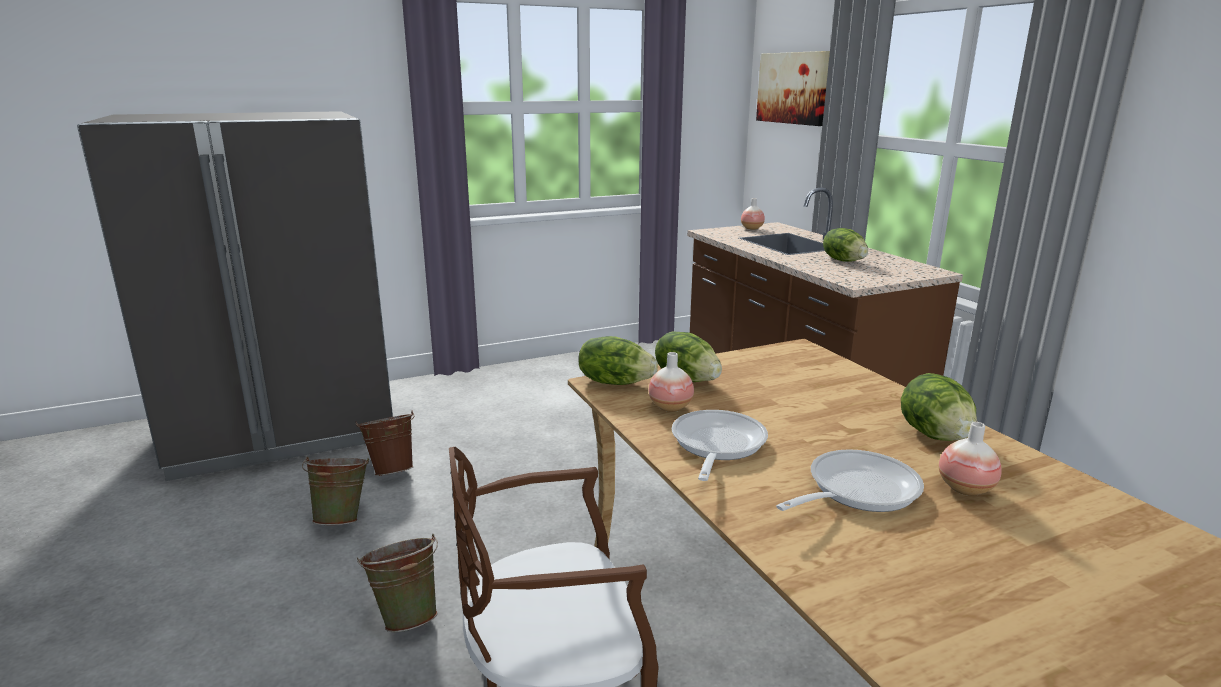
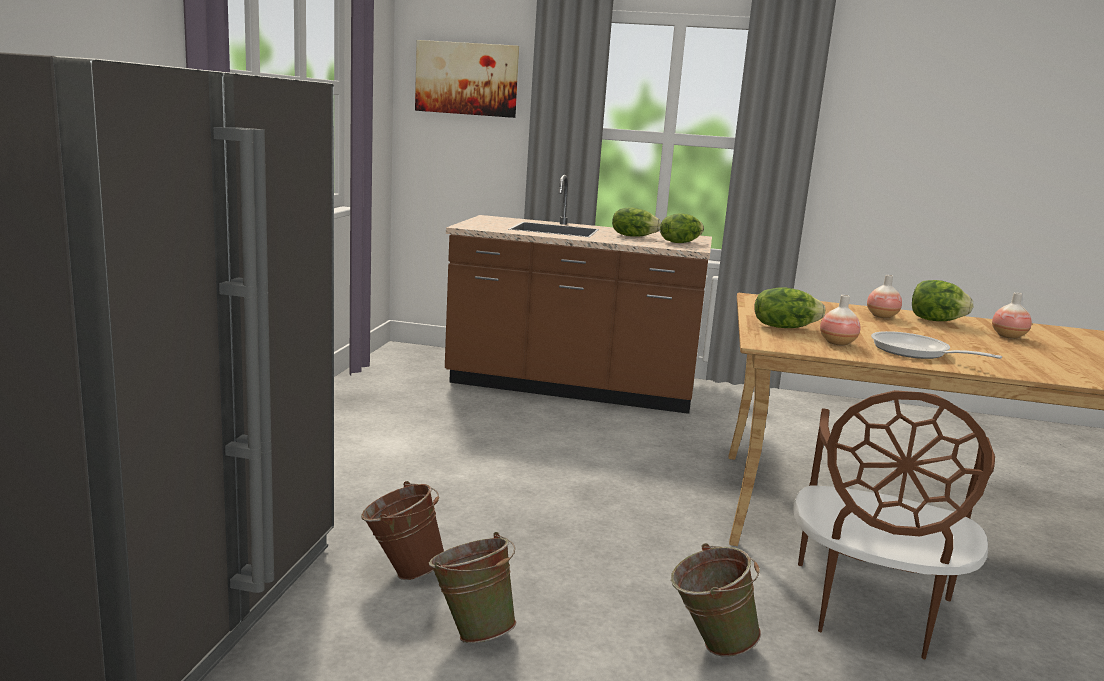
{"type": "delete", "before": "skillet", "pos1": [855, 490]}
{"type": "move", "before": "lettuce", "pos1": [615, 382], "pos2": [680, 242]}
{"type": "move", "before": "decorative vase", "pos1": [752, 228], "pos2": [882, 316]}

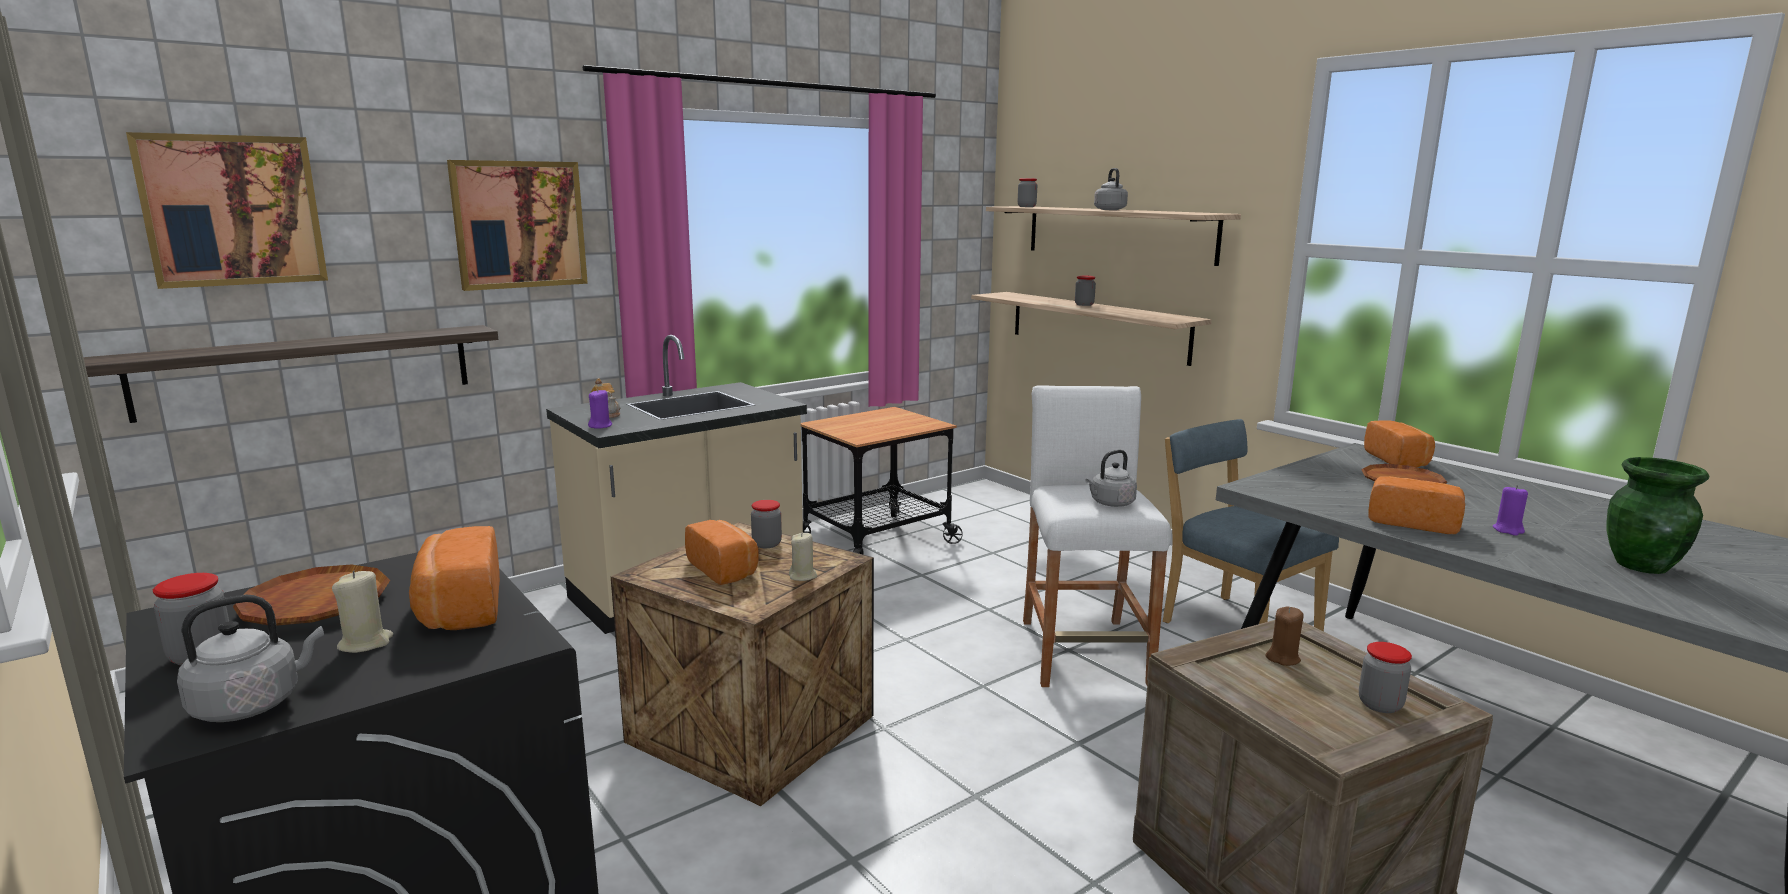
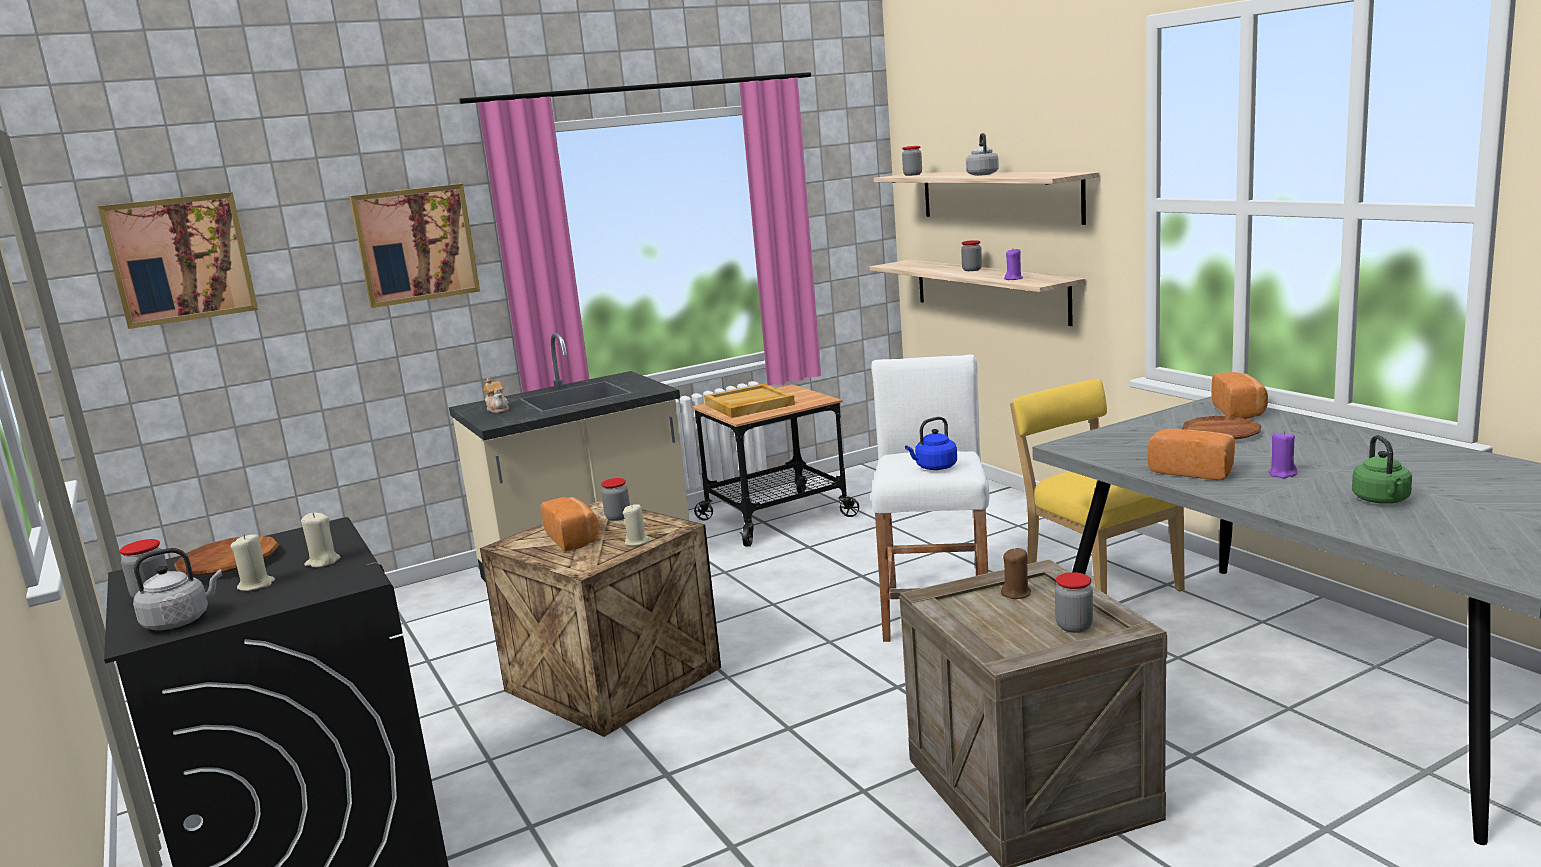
{"type": "delete", "before": "shelf", "pos1": [308, 370]}
{"type": "insert", "after": "beige-coloured carrying tray", "pos2": [748, 405]}
{"type": "move", "before": "purplish wax candle", "pos1": [600, 426], "pos2": [1013, 279]}
{"type": "replace", "before": "baked bread", "after": "beige-coloured wax candle", "pos1": [458, 608], "pos2": [323, 562]}
{"type": "replace", "before": "green-coloured decorative vase", "after": "green-coloured kettle", "pos1": [1642, 565], "pos2": [1382, 500]}
{"type": "recolor", "before": "gray kettle", "after": "blue-coloured kettle", "pos1": [1110, 503], "pos2": [934, 467]}
{"type": "recolor", "before": "blue-coloured chair", "after": "yellow chair", "pos1": [1233, 626], "pos2": [1097, 584]}

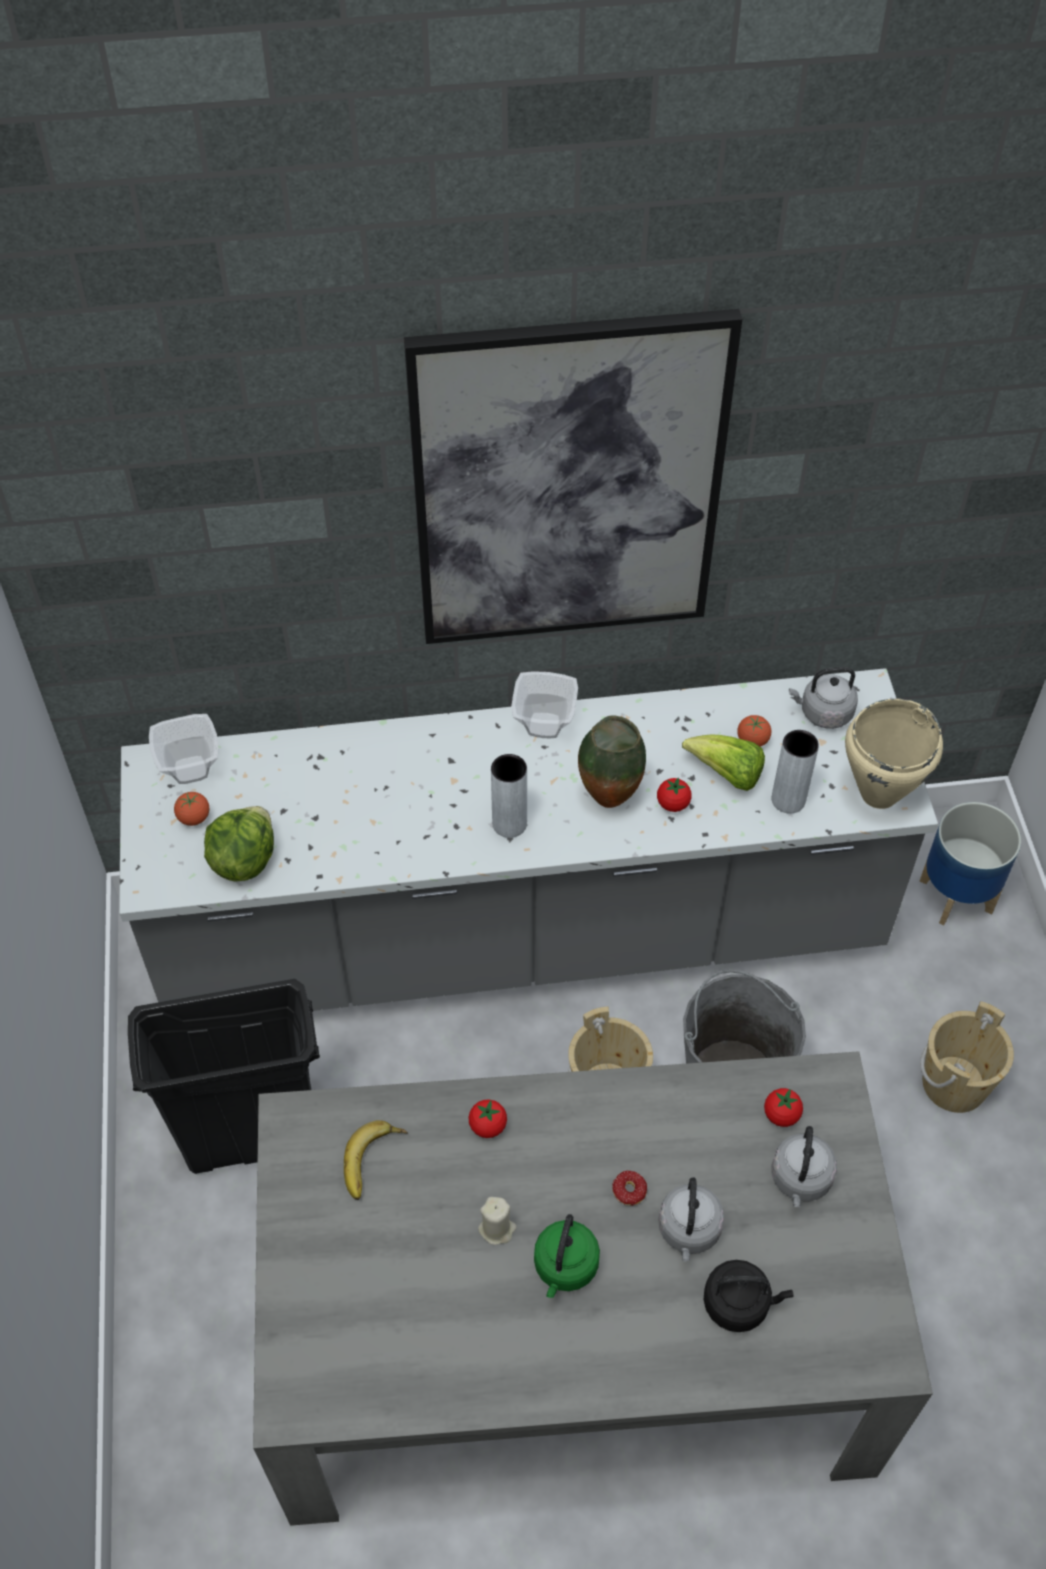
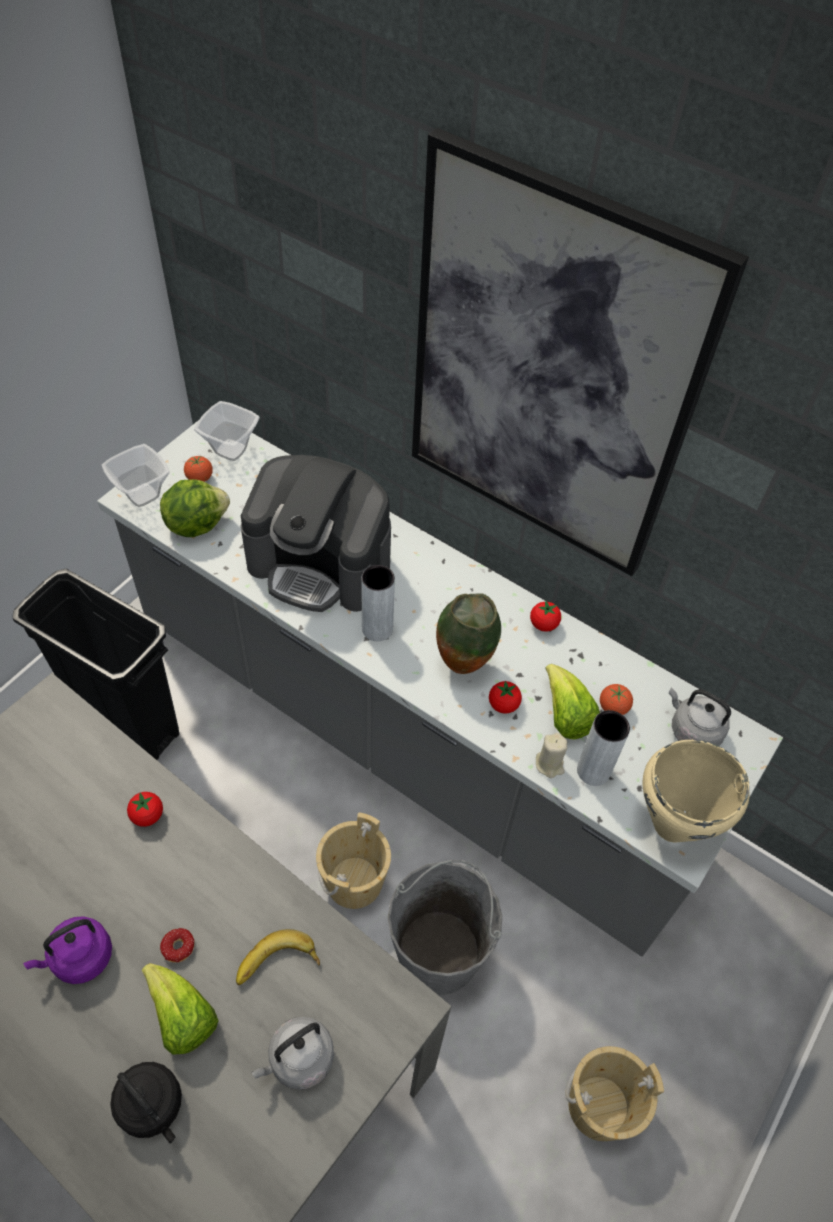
{"type": "delete", "before": "flower pot", "pos1": [957, 895]}
{"type": "insert", "after": "coffee maker", "pos2": [320, 564]}
{"type": "move", "before": "banana", "pos1": [374, 1163], "pos2": [278, 966]}
{"type": "move", "before": "beige-coloured wax candle", "pos1": [497, 1229], "pos2": [549, 764]}
{"type": "move", "before": "deep dish", "pos1": [542, 726], "pos2": [141, 495]}
{"type": "move", "before": "fresh tomato", "pos1": [781, 1115], "pos2": [543, 624]}
{"type": "replace", "before": "gray kettle", "after": "lettuce", "pos1": [689, 1231], "pos2": [182, 1016]}
{"type": "recolor", "before": "green-coloured kettle", "after": "purplish kettle", "pos1": [565, 1267], "pos2": [79, 958]}

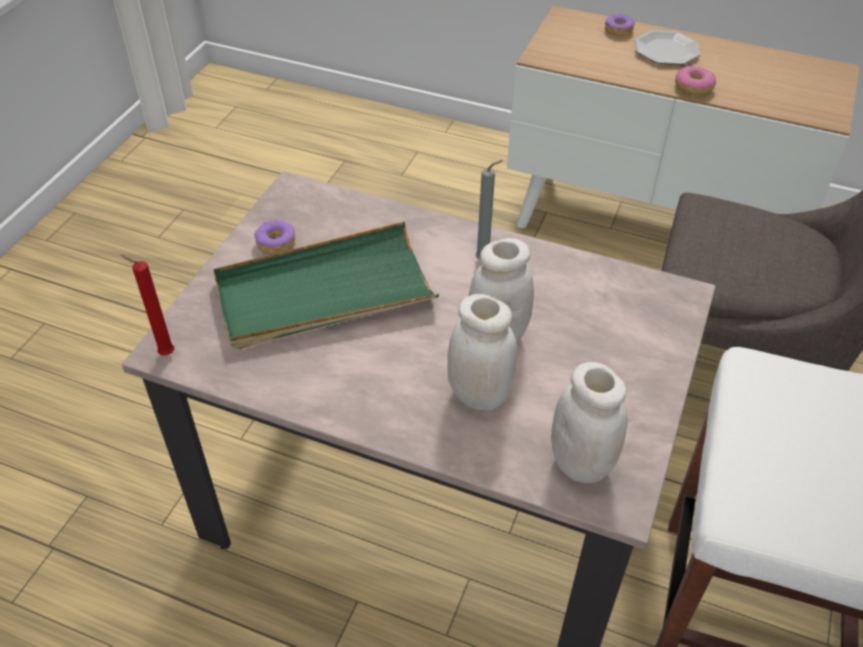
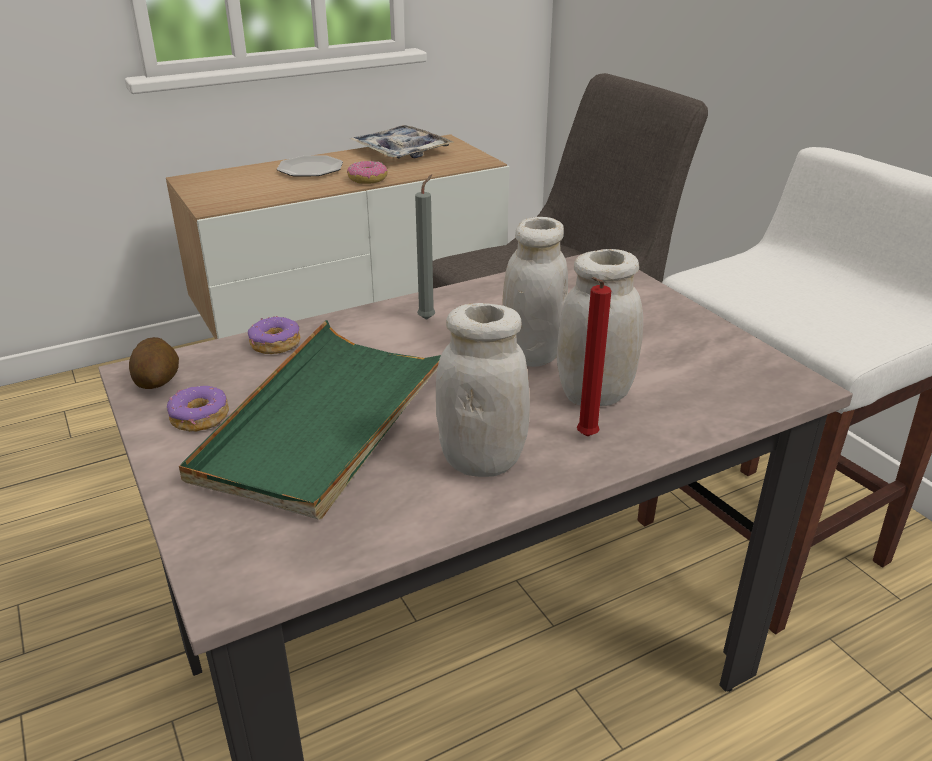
{"type": "insert", "after": "spud", "pos2": [158, 381]}
{"type": "insert", "after": "carrying tray", "pos2": [401, 152]}
{"type": "move", "before": "red-coloured wax candle", "pos1": [164, 354], "pos2": [585, 438]}
{"type": "move", "before": "whitish jar", "pos1": [581, 463], "pos2": [481, 461]}
{"type": "move", "before": "doughnut", "pos1": [618, 30], "pos2": [275, 344]}

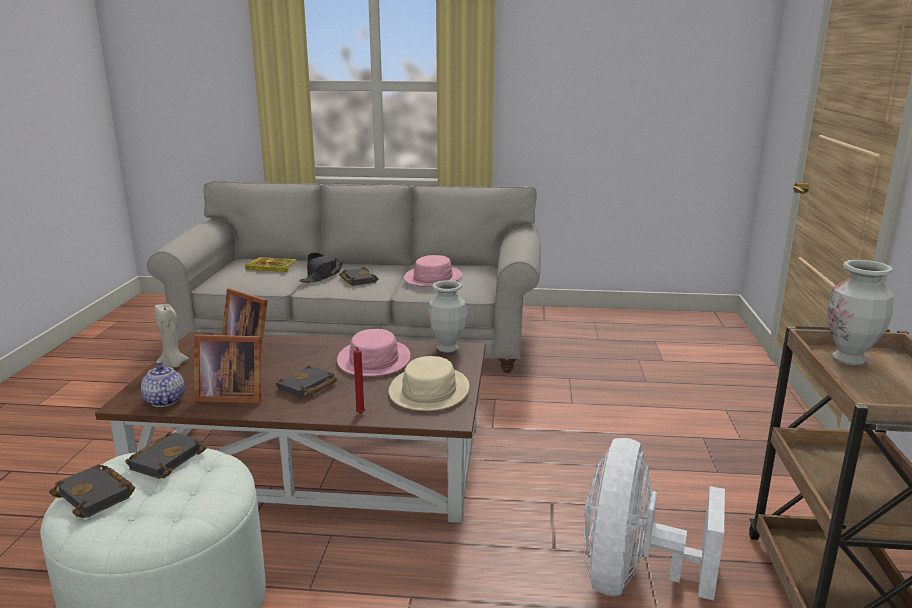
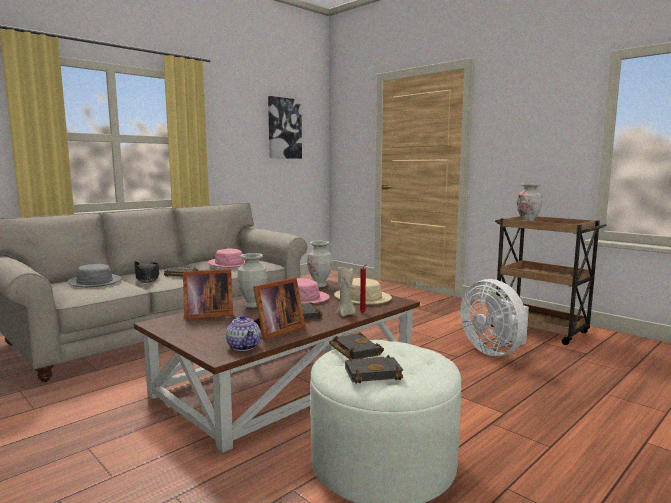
{"type": "insert", "after": "decorative vase", "pos2": [252, 305]}
{"type": "insert", "after": "wall picture", "pos2": [284, 128]}
{"type": "move", "before": "beige-coloured wax candle", "pos1": [173, 365], "pos2": [346, 314]}
{"type": "replace", "before": "bound book", "after": "gray hat", "pos1": [270, 267], "pos2": [94, 282]}
{"type": "rotate", "before": "pot for tea", "pos1": [164, 401], "pos2": [244, 346], "turn": -135}

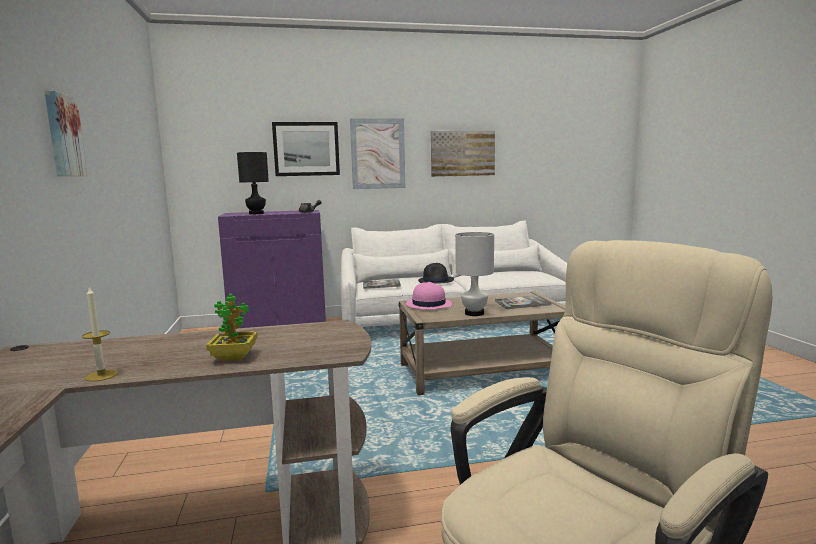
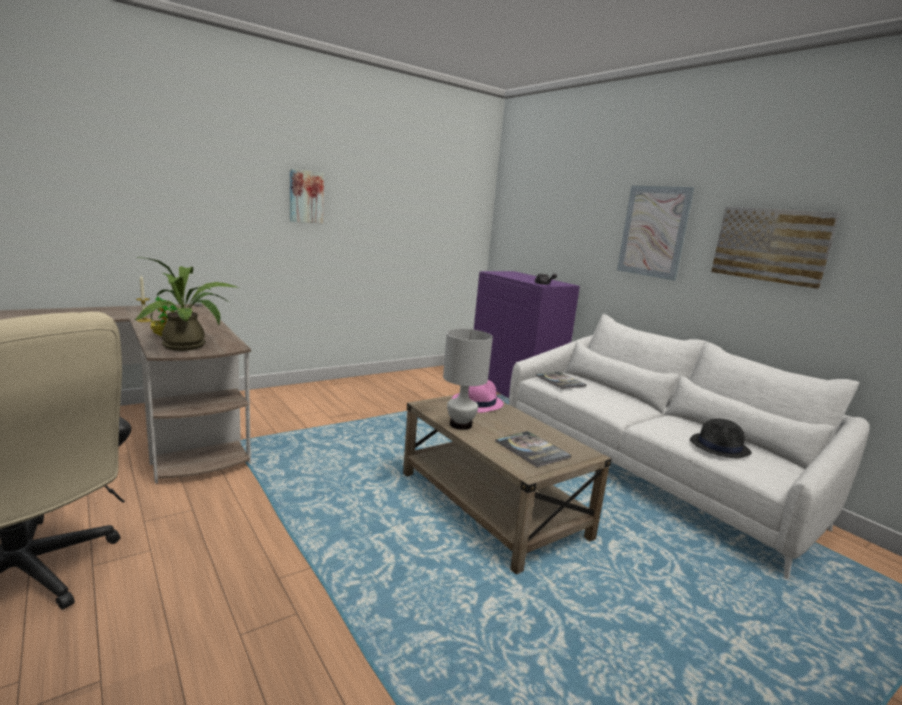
{"type": "delete", "before": "black lamp for a table", "pos1": [256, 213]}
{"type": "delete", "before": "wall picture", "pos1": [306, 149]}
{"type": "insert", "after": "houseplant", "pos2": [190, 346]}
{"type": "move", "before": "black hat", "pos1": [436, 280], "pos2": [720, 447]}

